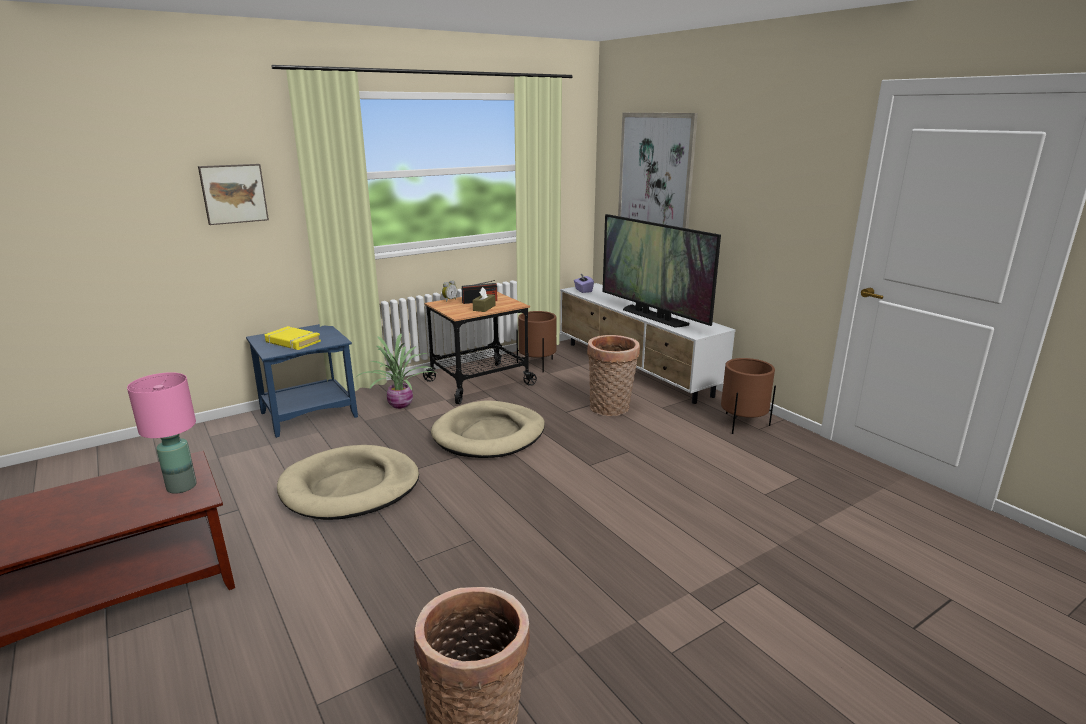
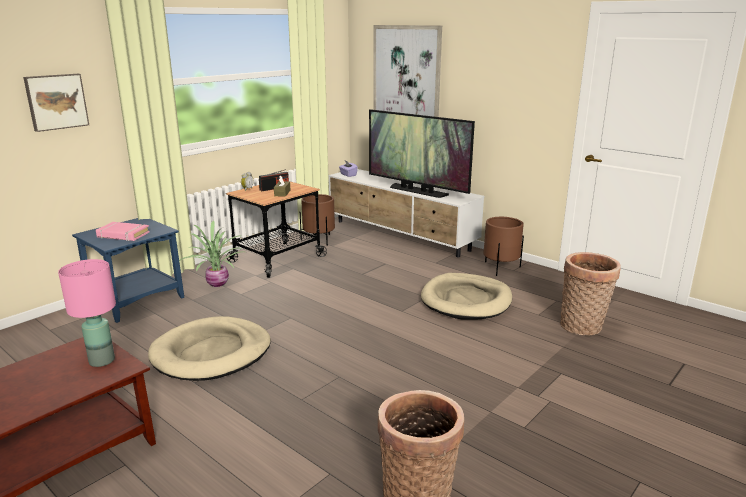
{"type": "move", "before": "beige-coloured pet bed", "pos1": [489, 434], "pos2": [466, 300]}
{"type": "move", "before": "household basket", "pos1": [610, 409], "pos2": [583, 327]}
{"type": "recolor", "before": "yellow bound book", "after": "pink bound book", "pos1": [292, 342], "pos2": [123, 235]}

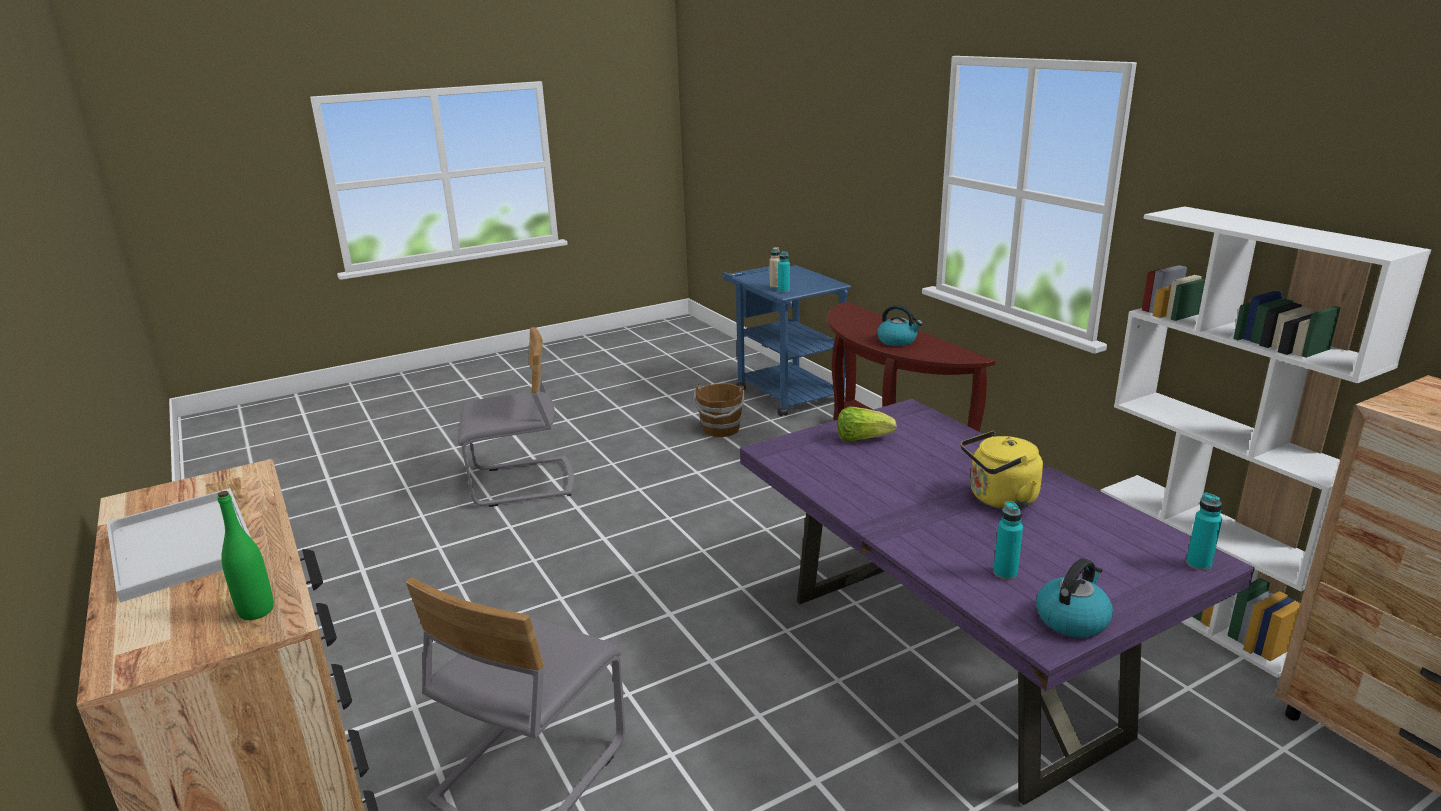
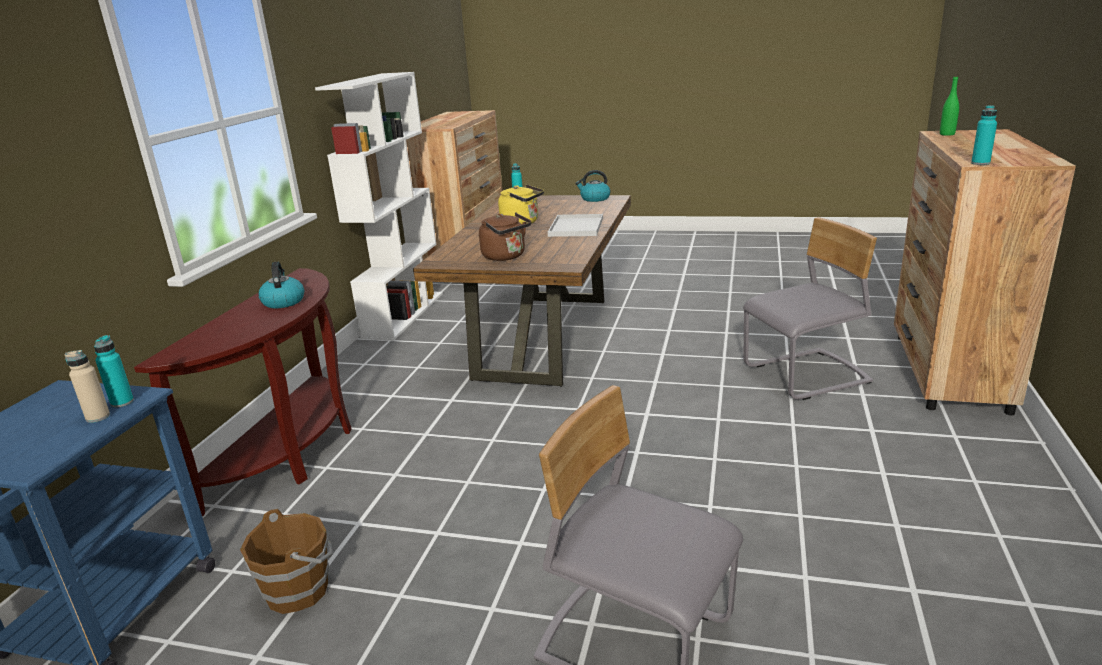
{"type": "move", "before": "whitish carrying tray", "pos1": [179, 544], "pos2": [576, 227]}
{"type": "move", "before": "turquoise beverage bottle", "pos1": [1005, 573], "pos2": [980, 163]}
{"type": "replace", "before": "lettuce", "after": "brown kettle", "pos1": [862, 439], "pos2": [506, 257]}
{"type": "recolor", "before": "purplish dining table", "after": "brown dining table", "pos1": [950, 665], "pos2": [543, 337]}

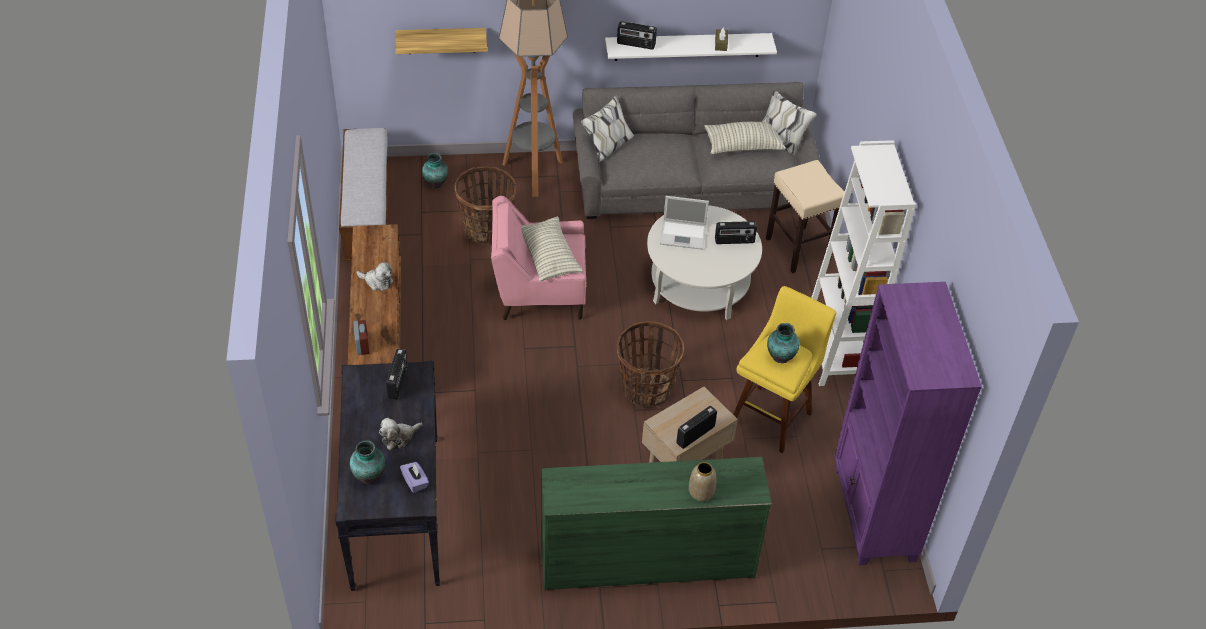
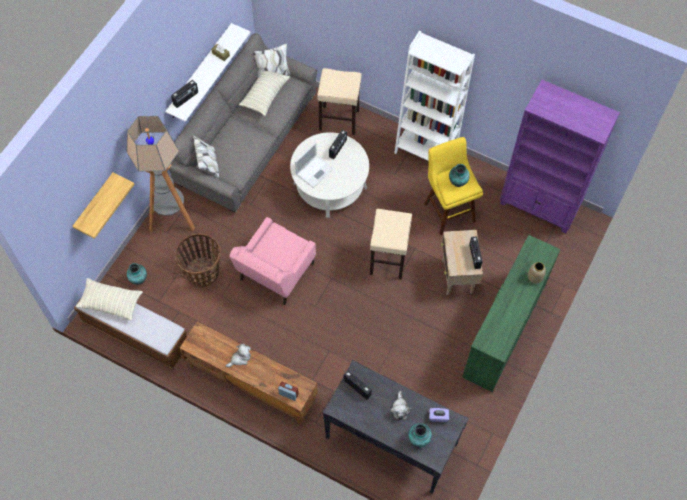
{"type": "move", "before": "throw pillow", "pos1": [548, 257], "pos2": [110, 302]}
{"type": "replace", "before": "household basket", "after": "beige-coloured sitting stool", "pos1": [646, 389], "pos2": [388, 260]}

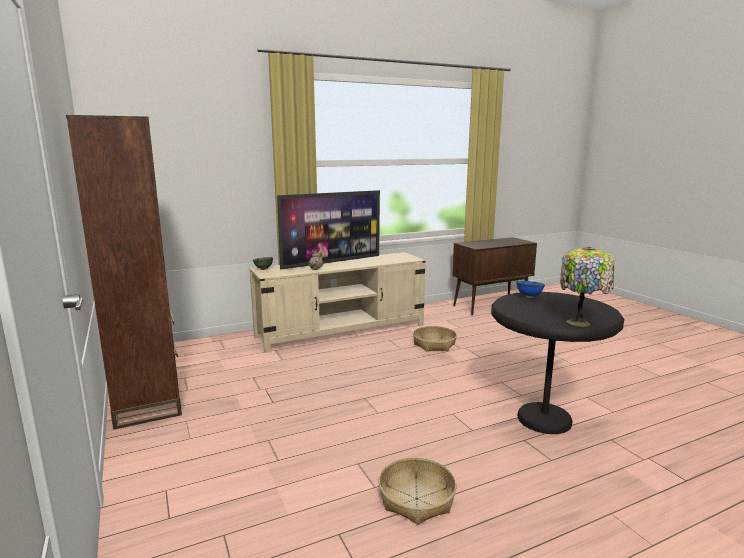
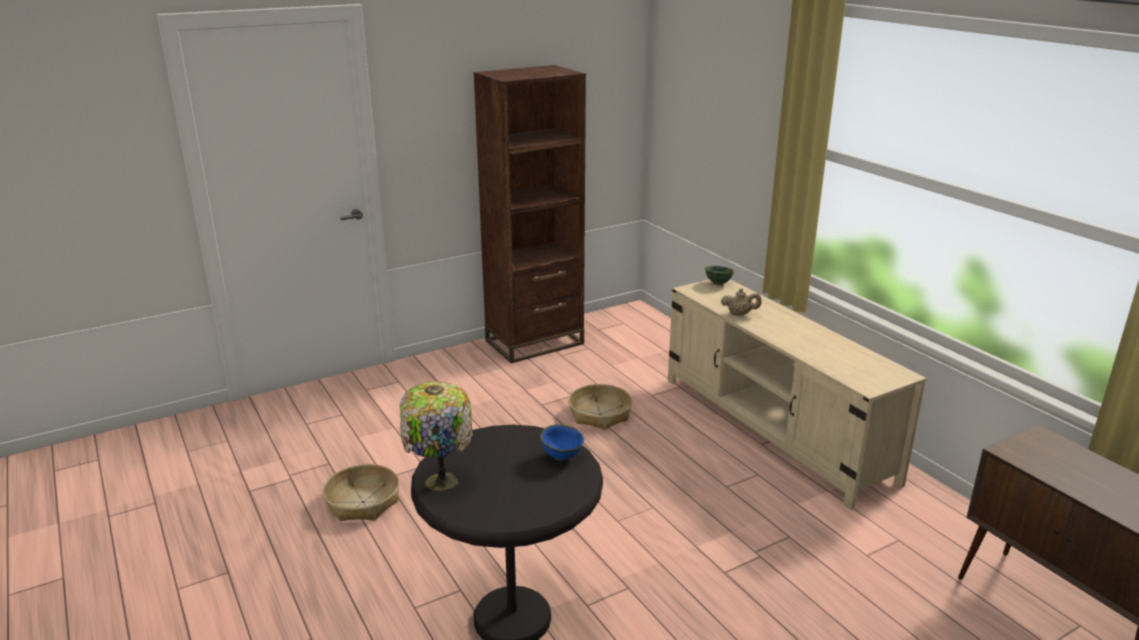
{"type": "delete", "before": "TV", "pos1": [331, 262]}
{"type": "move", "before": "household basket", "pos1": [434, 344], "pos2": [600, 414]}

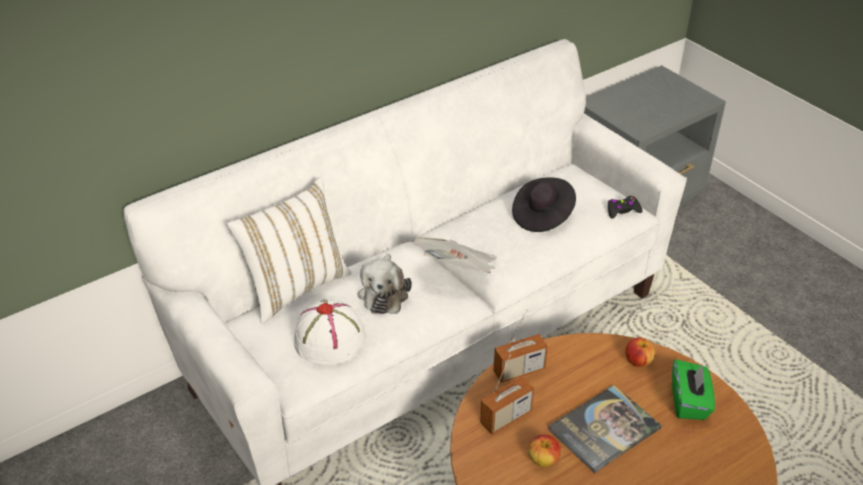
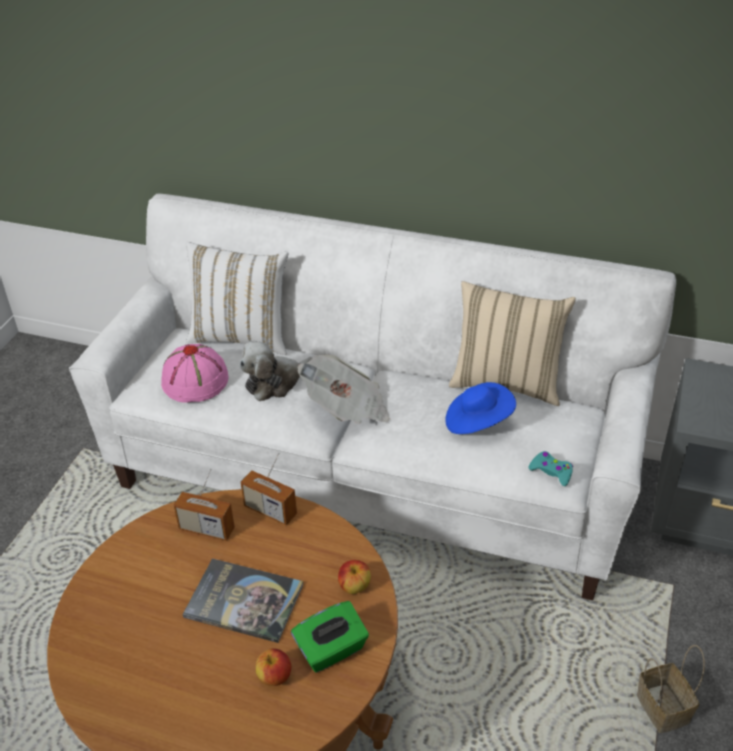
{"type": "insert", "after": "beige-coloured throw pillow", "pos2": [506, 383]}
{"type": "insert", "after": "household basket", "pos2": [660, 707]}
{"type": "move", "before": "whole apple", "pos1": [543, 460], "pos2": [275, 677]}
{"type": "recolor", "before": "whitish hat", "after": "pink hat", "pos1": [330, 339], "pos2": [195, 381]}
{"type": "recolor", "before": "black hat", "after": "blue-coloured hat", "pos1": [542, 216], "pos2": [477, 422]}
{"type": "recolor", "before": "black gamepad", "after": "turquoise gamepad", "pos1": [622, 210], "pos2": [551, 472]}

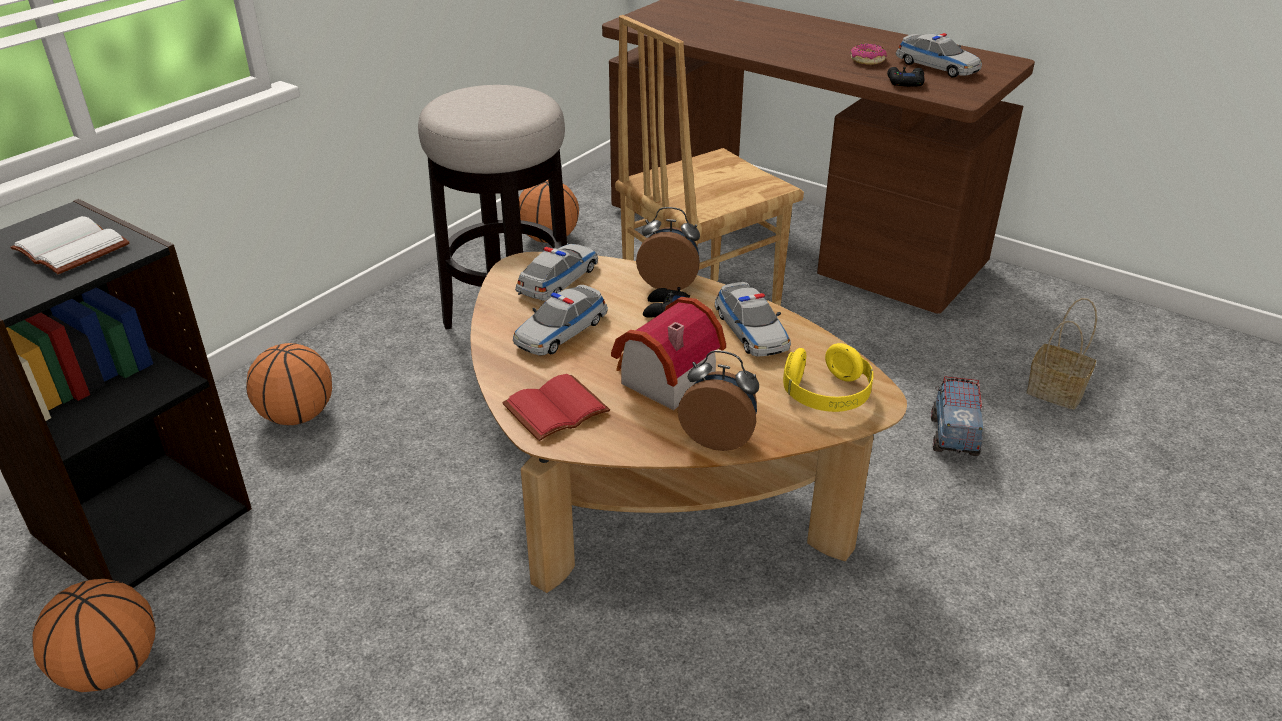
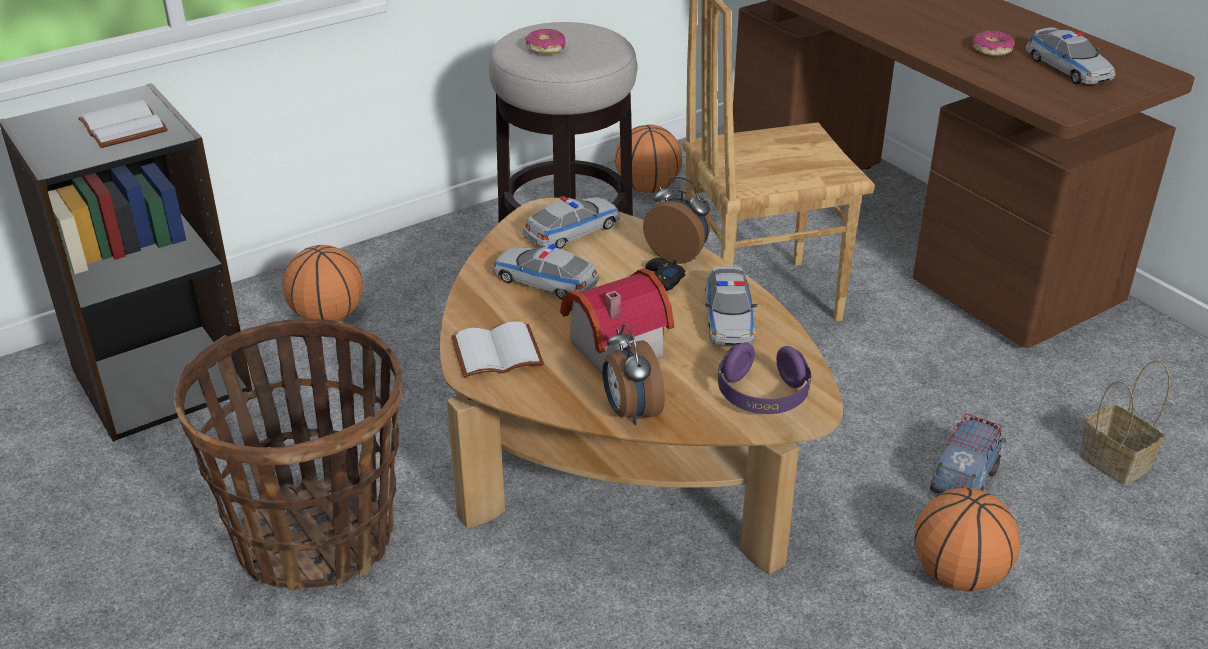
{"type": "delete", "before": "black gamepad", "pos1": [904, 82]}
{"type": "insert", "after": "household basket", "pos2": [317, 538]}
{"type": "insert", "after": "doughnut", "pos2": [545, 48]}
{"type": "move", "before": "ball for basketball", "pos1": [111, 670], "pos2": [958, 575]}
{"type": "recolor", "before": "red-coloured bound book", "after": "whitish bound book", "pos1": [556, 407], "pos2": [498, 351]}
{"type": "recolor", "before": "yellow pair of headphones", "after": "purplish pair of headphones", "pos1": [826, 395], "pos2": [762, 396]}
{"type": "rotate", "before": "miniature car", "pos1": [561, 332], "pos2": [545, 282], "turn": 60}
{"type": "rotate", "before": "bedside clock", "pos1": [719, 438], "pos2": [630, 412], "turn": -150}

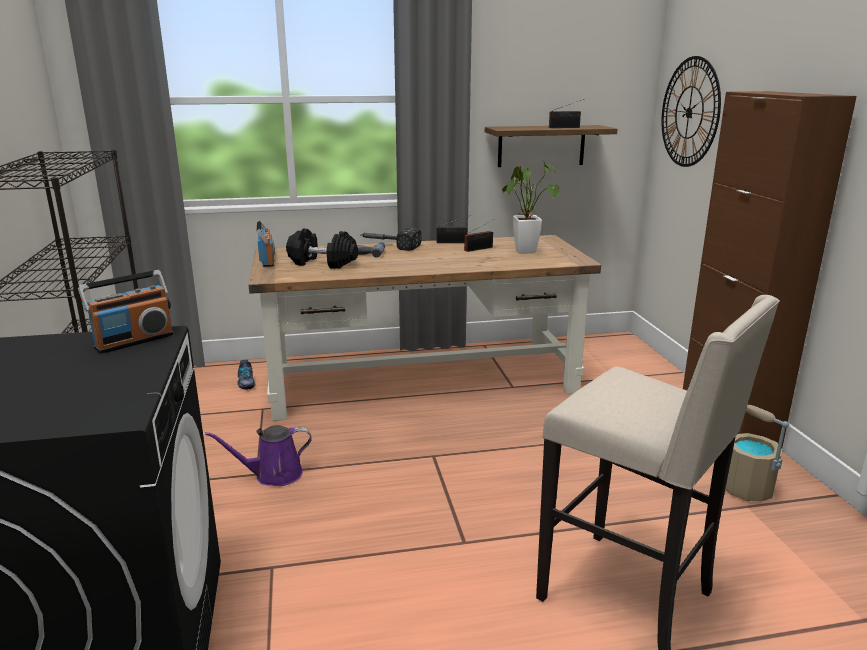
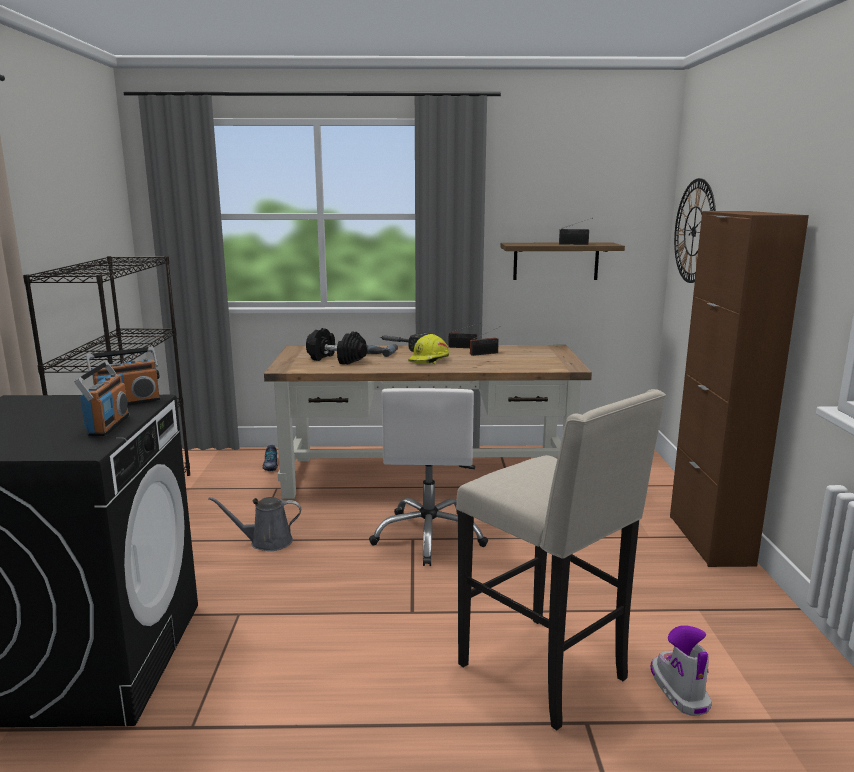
{"type": "delete", "before": "houseplant", "pos1": [524, 250]}
{"type": "delete", "before": "beige-coloured pail", "pos1": [745, 488]}
{"type": "insert", "after": "whitish office chair", "pos2": [429, 536]}
{"type": "insert", "after": "yellow work helmet", "pos2": [429, 360]}
{"type": "insert", "after": "tall boot", "pos2": [678, 690]}
{"type": "move", "before": "radio receiver", "pos1": [267, 261], "pos2": [108, 425]}
{"type": "recolor", "before": "purplish watering pot", "after": "gray watering pot", "pos1": [273, 475], "pos2": [266, 542]}

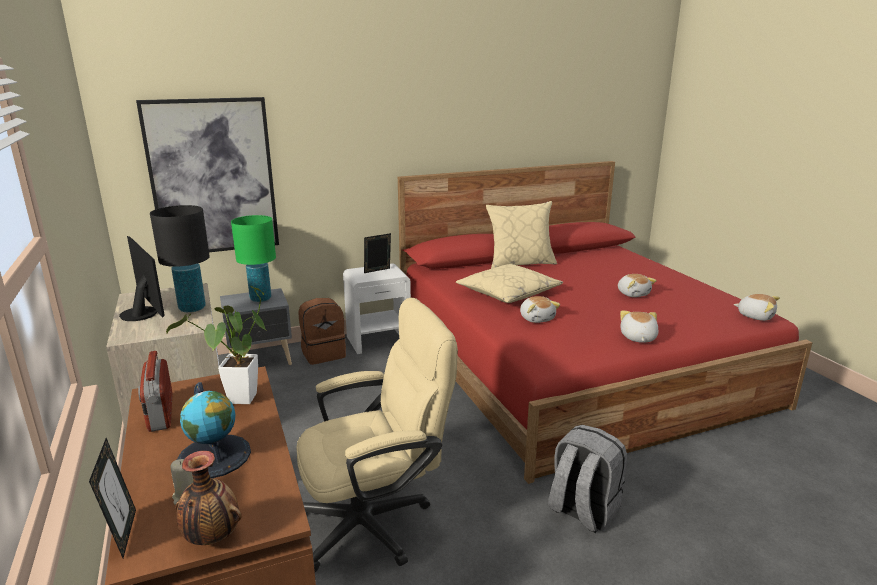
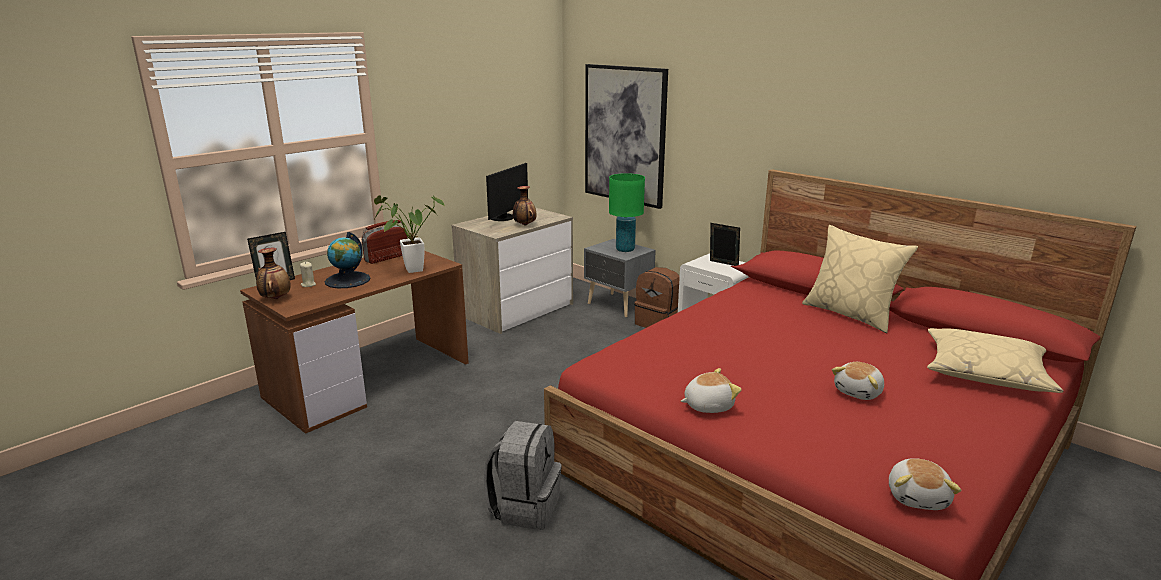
{"type": "delete", "before": "beige-coloured office chair", "pos1": [376, 521]}
{"type": "delete", "before": "cuddly toy", "pos1": [537, 318]}
{"type": "move", "before": "beige-coloured throw pillow", "pos1": [508, 293], "pos2": [985, 372]}
{"type": "replace", "before": "black lamp for a table", "after": "decorative vase", "pos1": [192, 308], "pos2": [524, 225]}

